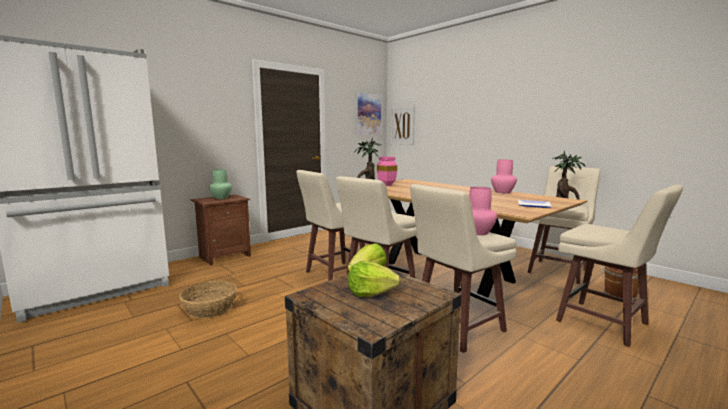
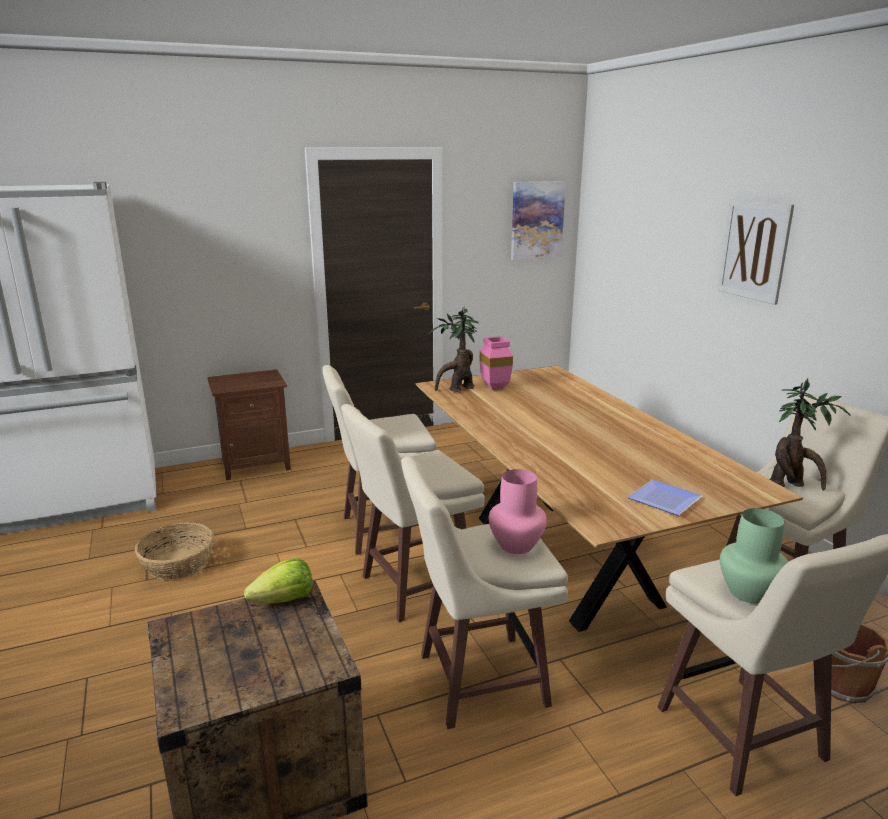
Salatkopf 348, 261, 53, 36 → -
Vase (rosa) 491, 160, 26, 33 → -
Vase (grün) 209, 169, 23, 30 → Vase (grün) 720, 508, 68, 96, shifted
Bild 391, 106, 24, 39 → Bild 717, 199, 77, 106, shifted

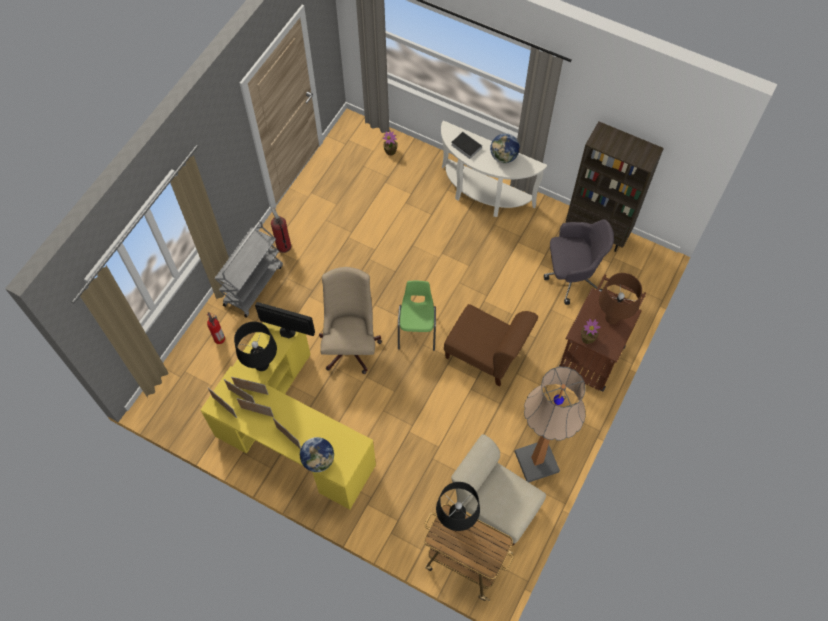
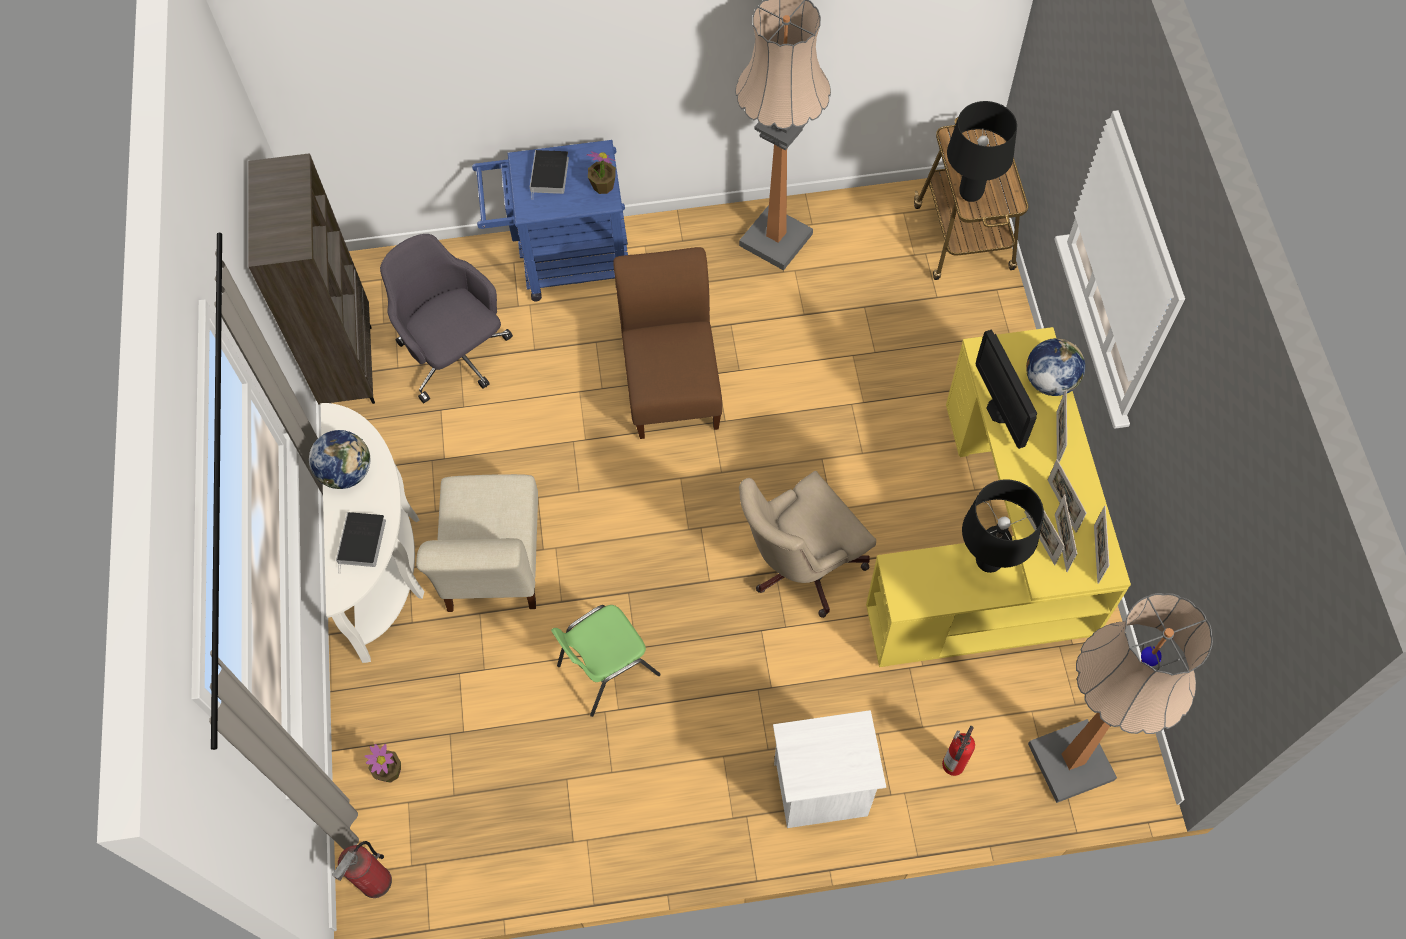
- → Stehlampe 1028, 593, 185, 210
Monitor 255, 302, 60, 36 → Monitor 976, 330, 61, 119, shifted
Feuerlöscher 271, 208, 20, 45 → Feuerlöscher 332, 841, 60, 57, shifted
Stuhl (grün) 398, 281, 38, 70 → Stuhl (grün) 551, 605, 110, 112, shifted
Stuhl (beige) 451, 434, 95, 112 → Stuhl (beige) 416, 474, 122, 138, shifted
Rollwagen (grau) 215, 221, 68, 97 → Nachttisch (weiß) 773, 710, 113, 118
Tischlampe (braun) 599, 273, 43, 51 → Buch 530, 150, 39, 46
Rollwagen (braun) 558, 275, 88, 116 → Rollwagen (blau) 472, 140, 156, 161

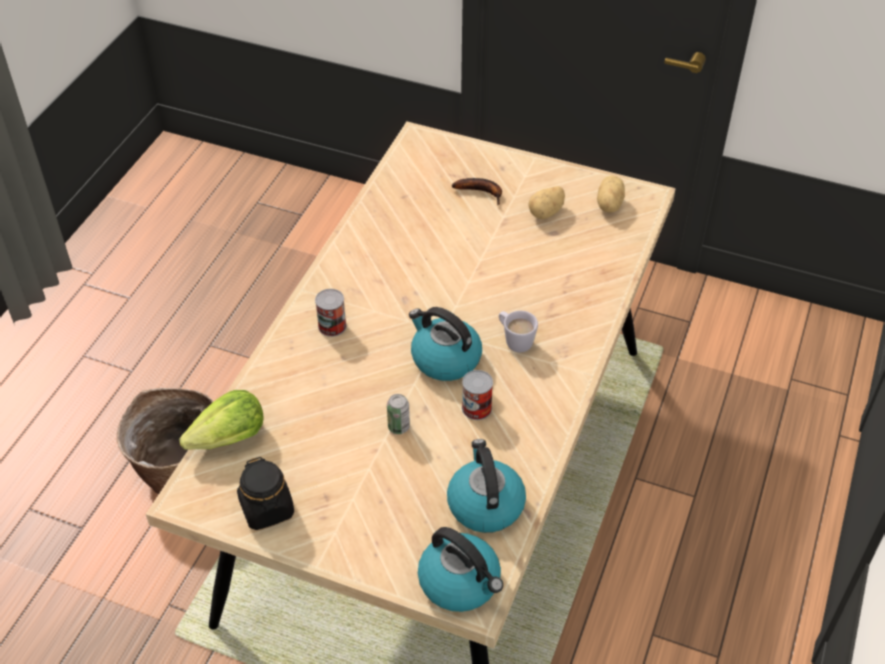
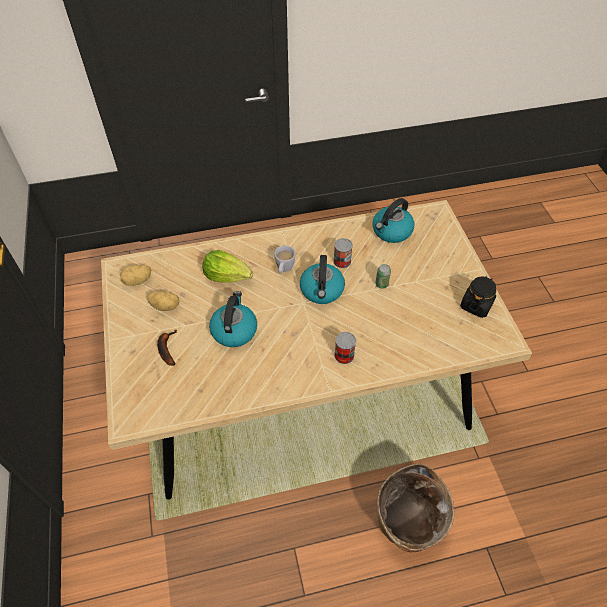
Salatkopf 179, 390, 85, 60 → Salatkopf 202, 250, 51, 33, shifted
Wasserkessel 418, 527, 85, 85 → Wasserkessel 209, 291, 48, 56, shifted

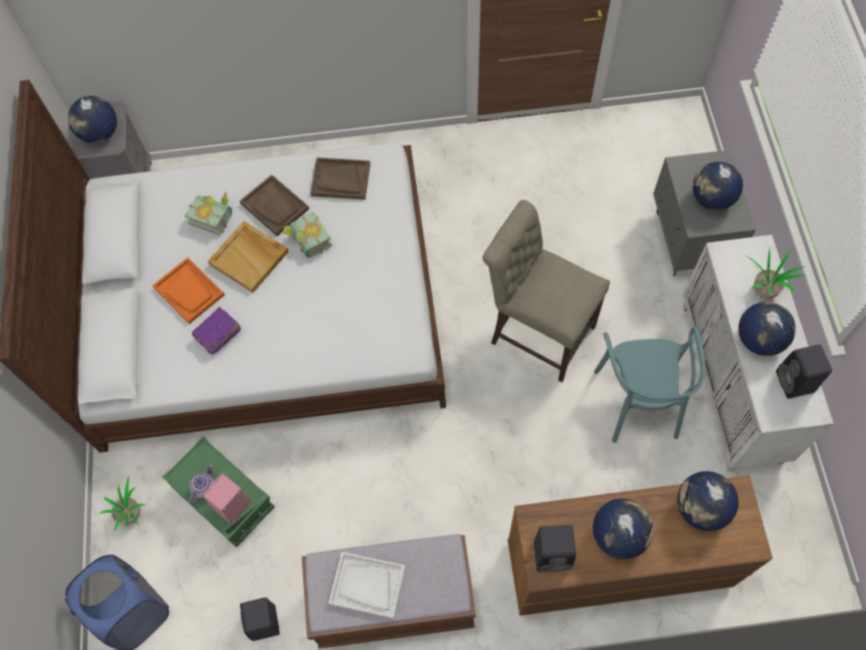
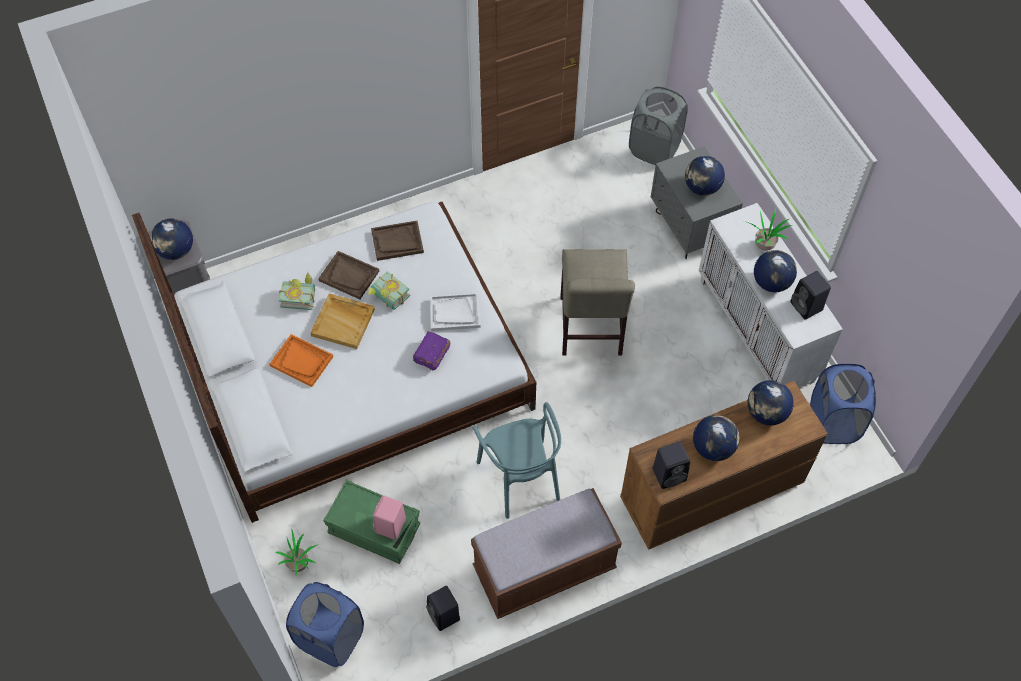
Teekanne 189, 464, 26, 41 → -
- → Wäschekorb (grau) 629, 87, 59, 78
- → Wäschekorb (blau) 810, 364, 66, 80
Buch (lila) 192, 307, 49, 48 → Buch (lila) 413, 331, 38, 40, shifted
Tablett (weiß) 328, 552, 78, 67 → Tablett (weiß) 429, 293, 52, 38, shifted
Stuhl (türkis) 594, 327, 112, 116 → Stuhl (türkis) 472, 402, 89, 117, shifted
Stuhl (beige) 483, 200, 127, 182 → Stuhl (beige) 560, 249, 75, 107, 105 degrees counterclockwise

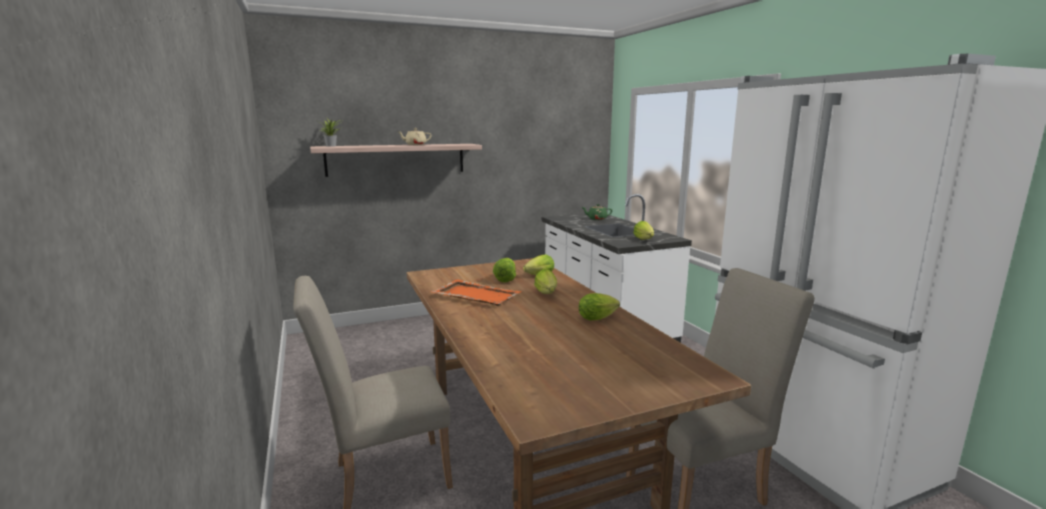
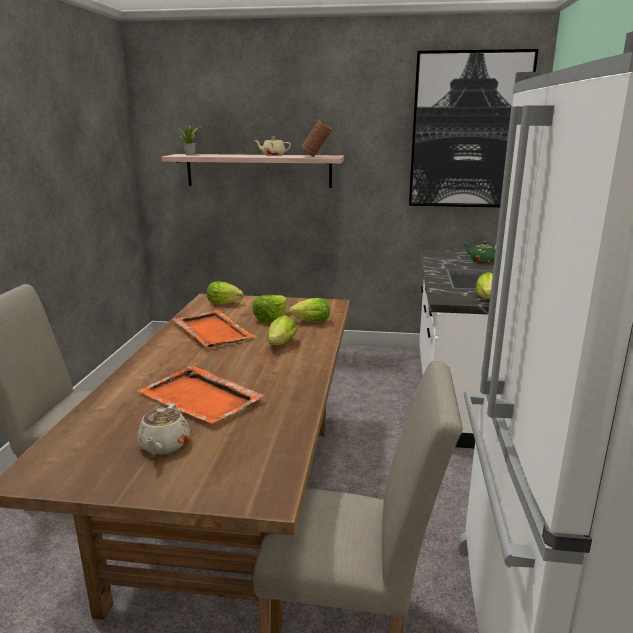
- → Teekanne (beige) 137, 404, 53, 50
- → Tablett (orange) 138, 366, 127, 58
- → Vase (braun) 301, 120, 31, 37
- → Bild 409, 49, 129, 158
Salatkopf 579, 293, 41, 27 → Salatkopf 207, 281, 36, 24, shifted

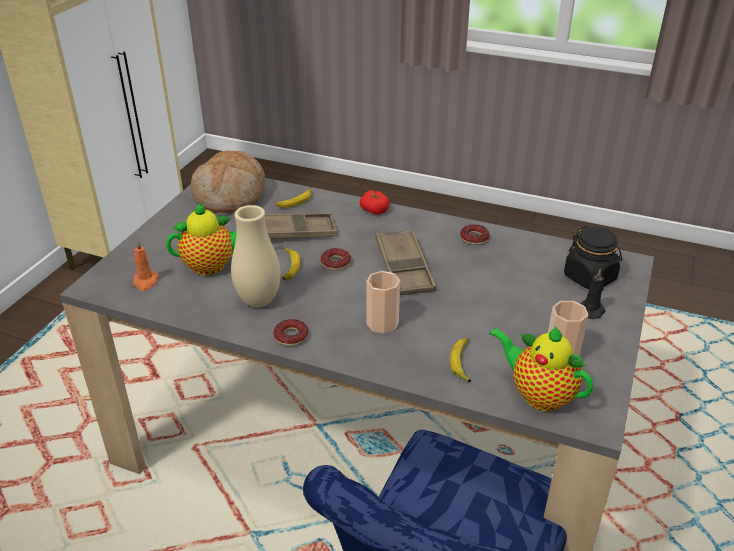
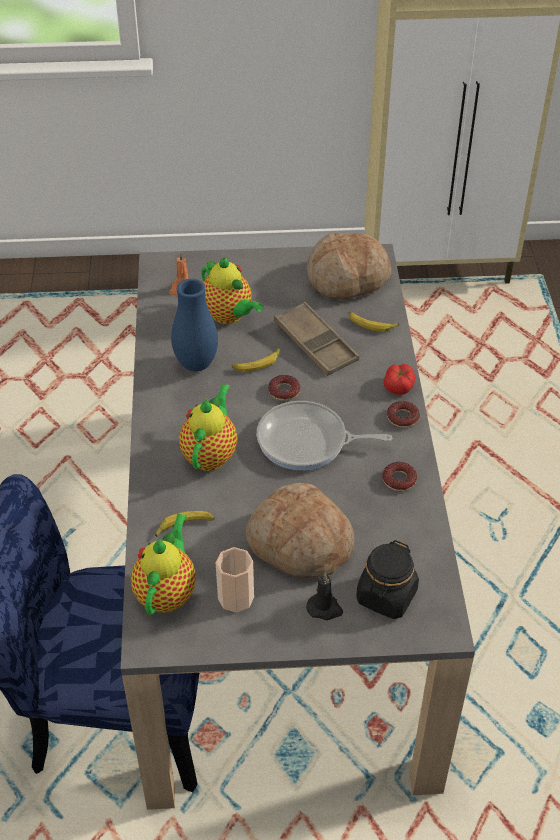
- → Brot 246, 483, 108, 94
Donut 273, 319, 35, 27 → Donut 387, 401, 33, 27, shifted
Tasse 366, 271, 34, 62 → Teekanne 179, 384, 58, 87
Tablett (braun) 375, 229, 61, 66 → Pfanne 257, 401, 135, 69
Vase (beige) 231, 205, 50, 102 → Vase (blau) 171, 279, 47, 92

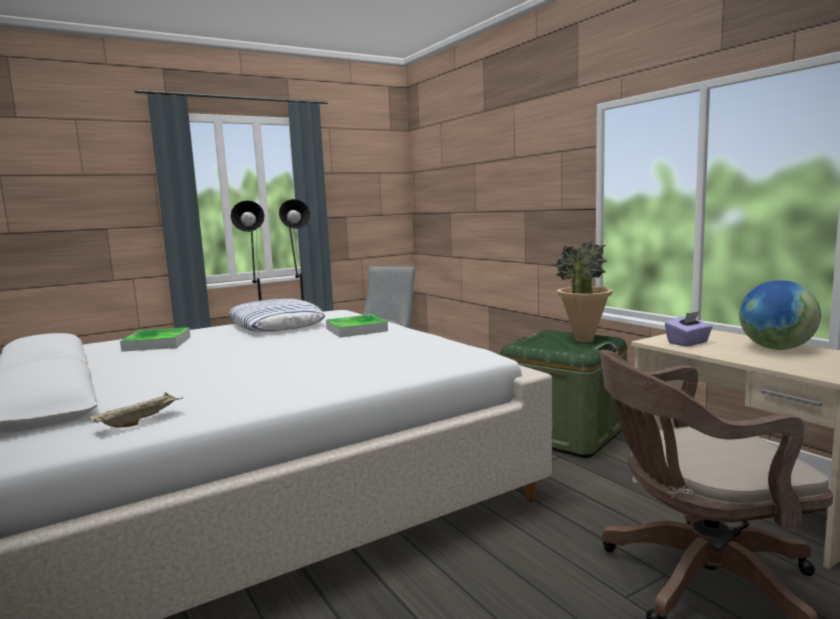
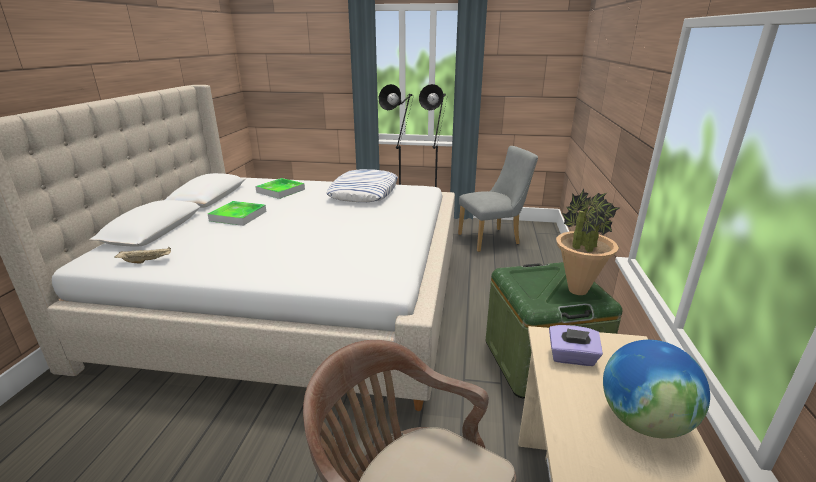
Tablett 326, 314, 62, 24 → Tablett 208, 201, 59, 25, shifted

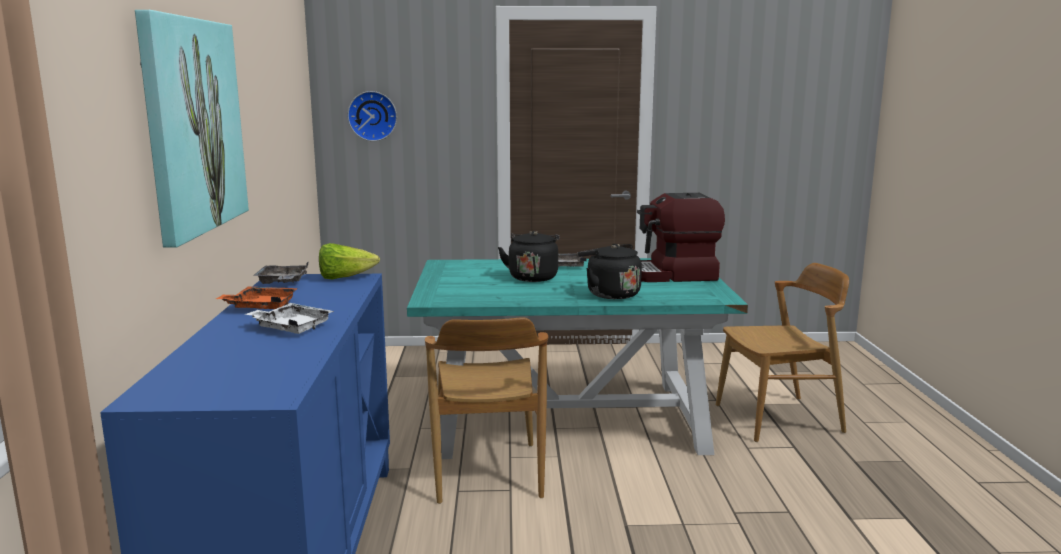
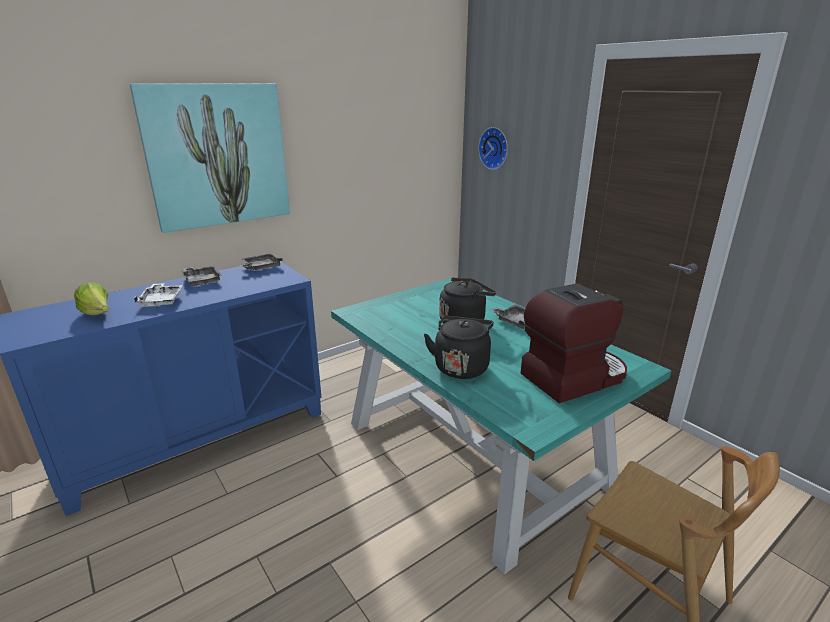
Stuhl (braun) 425, 317, 123, 187 → -
Salatkopf 319, 243, 61, 36 → Salatkopf 74, 282, 35, 33, shifted
Tablett (orange) 216, 286, 82, 23 → Tablett (grau) 181, 265, 41, 21
Kaffeemaschine 637, 193, 88, 89 → Kaffeemaschine 521, 283, 106, 120, 105 degrees clockwise

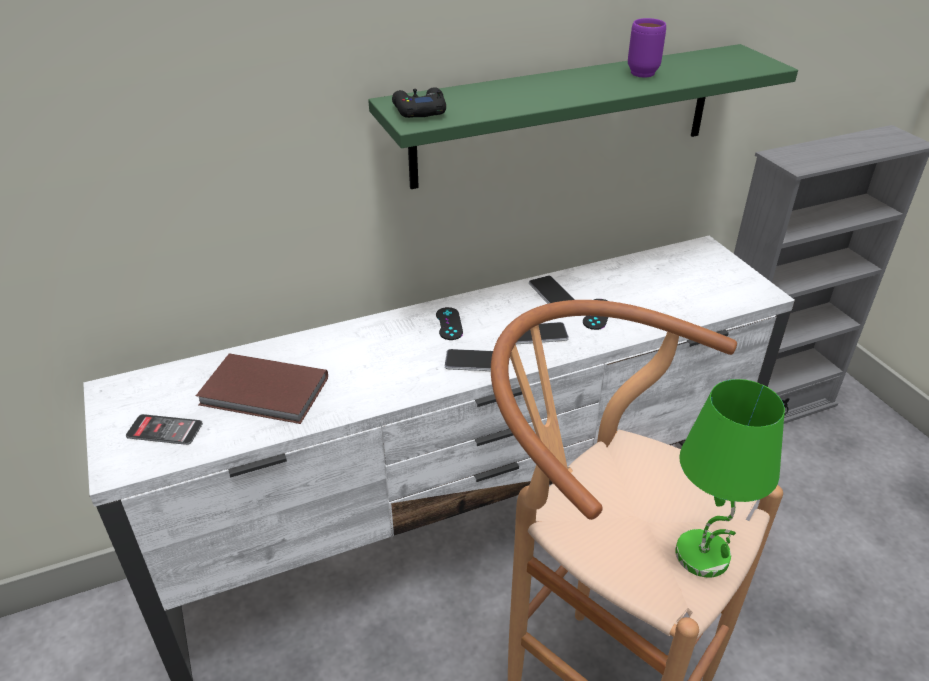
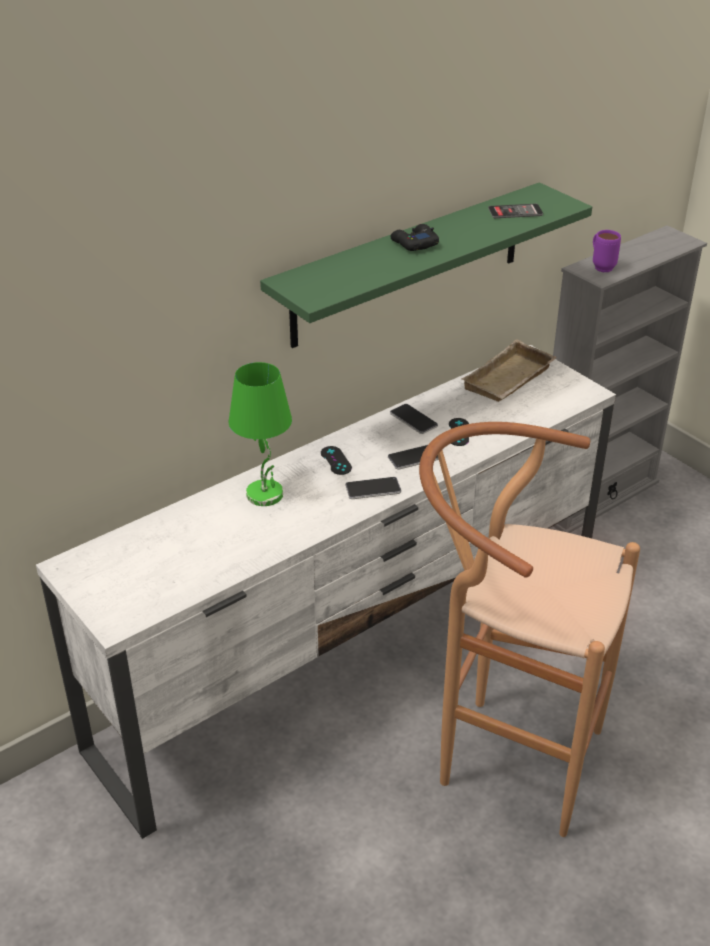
Buch (braun) 196, 353, 132, 71 → -
- → Tablett (beige) 462, 339, 94, 63
Handy 126, 414, 77, 31 → Handy 488, 204, 55, 14, shifted
Gamepad (schwarz) 392, 87, 54, 31 → Gamepad (schwarz) 391, 224, 48, 27, shifted
Henkelbecher (lila) 628, 18, 38, 60 → Henkelbecher (lila) 593, 230, 28, 42, shifted
Tischlampe (grün) 675, 379, 110, 199 → Tischlampe (grün) 229, 362, 63, 144, shifted

